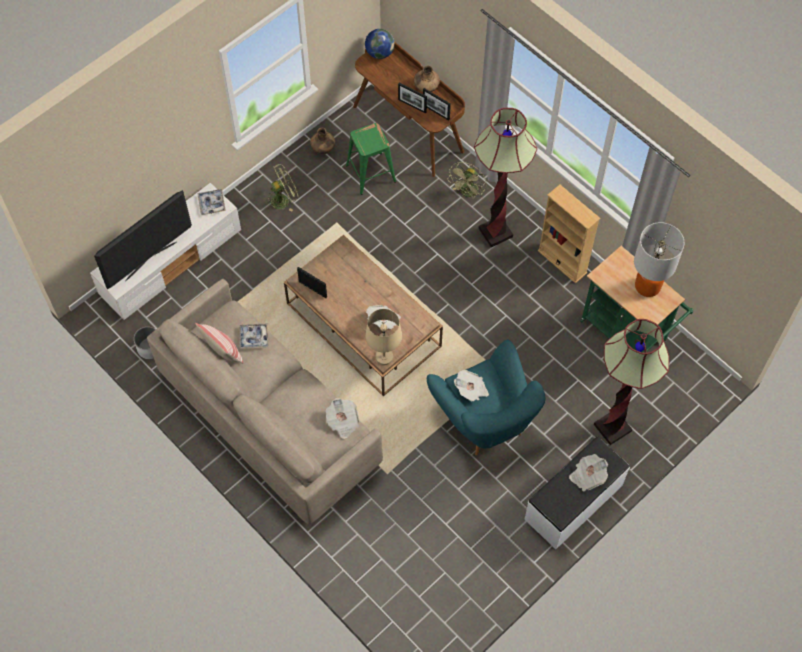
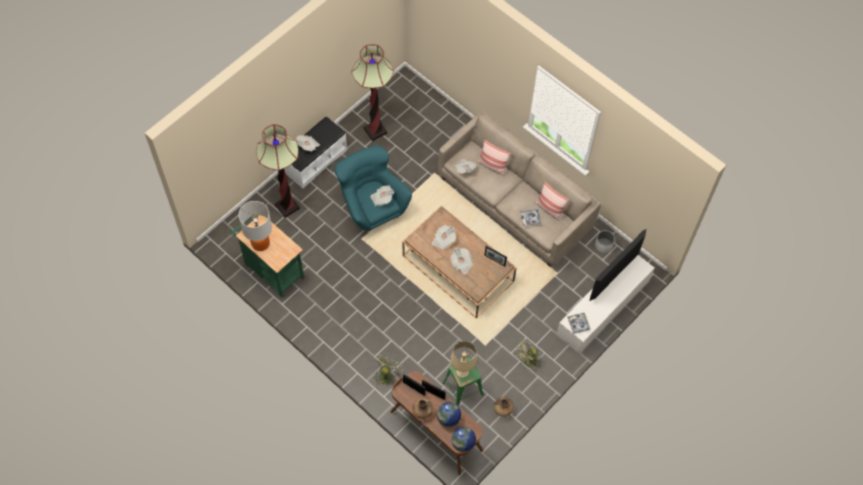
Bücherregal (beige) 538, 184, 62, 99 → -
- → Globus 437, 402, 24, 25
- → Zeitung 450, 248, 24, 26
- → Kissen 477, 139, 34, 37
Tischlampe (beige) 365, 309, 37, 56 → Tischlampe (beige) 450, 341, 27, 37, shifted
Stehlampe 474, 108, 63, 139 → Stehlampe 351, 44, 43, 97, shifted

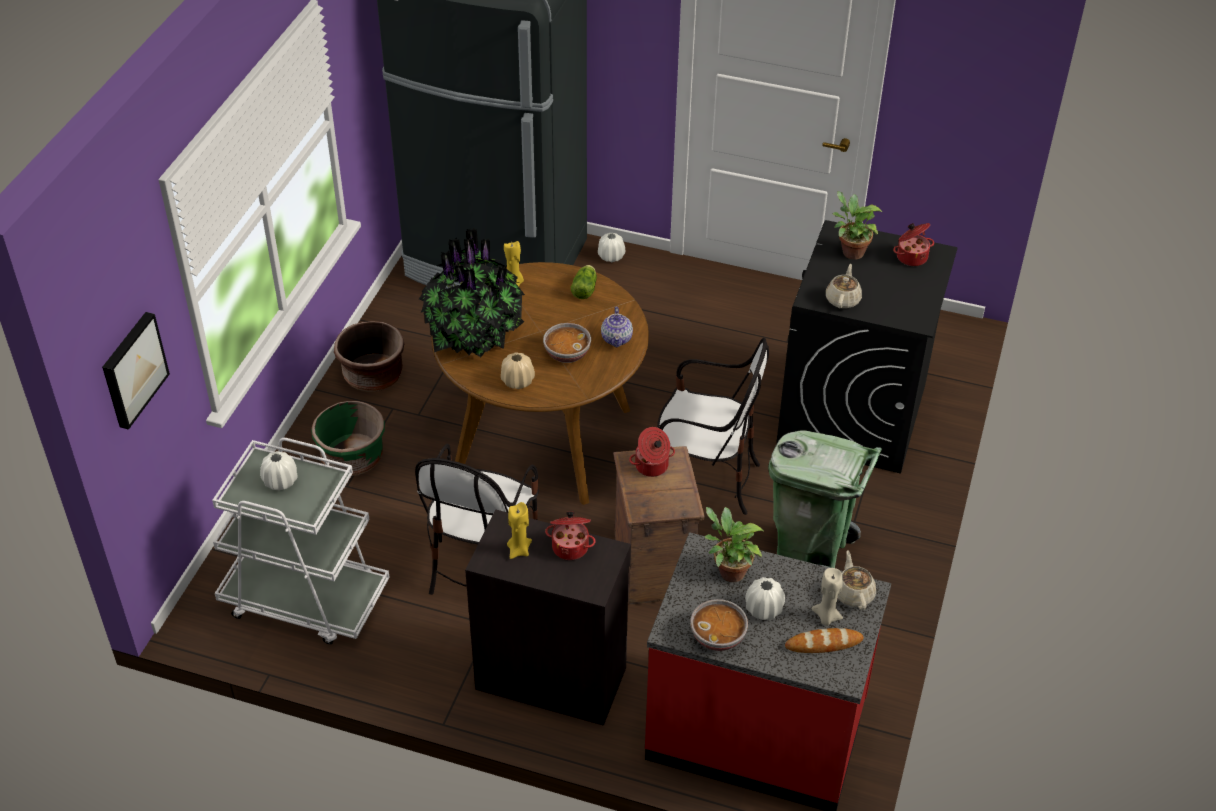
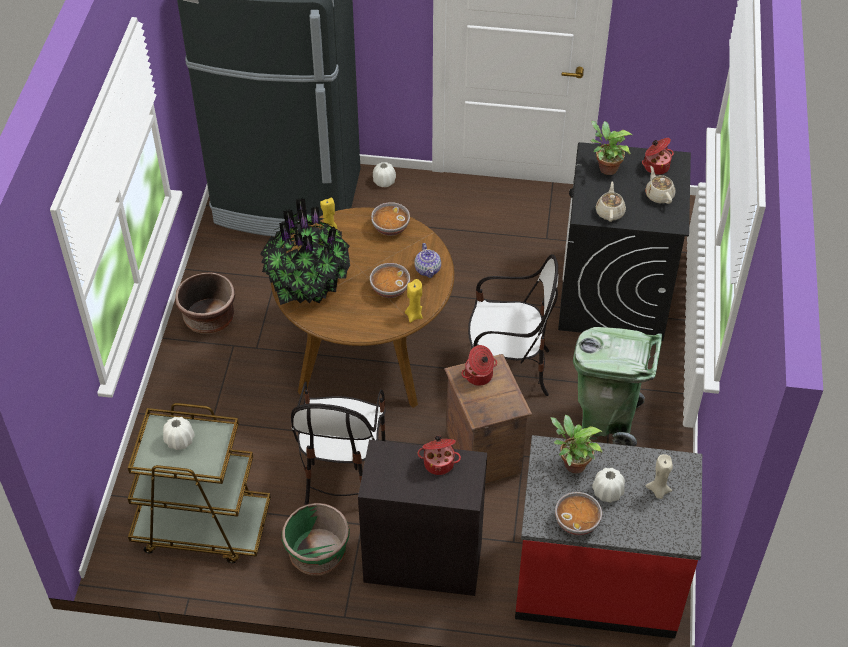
Bild 102, 312, 68, 118 → -
Vase (beige) 501, 352, 34, 37 → -
Brot 785, 628, 79, 25 → -
Pflanzkübel (grün) 311, 401, 74, 75 → Pflanzkübel (grün) 282, 503, 68, 73, shifted
Kerze (gelb) 507, 502, 25, 57 → Kerze (gelb) 405, 279, 18, 44, shifted
Teekanne (beige) 838, 550, 38, 60 → Teekanne (beige) 645, 166, 31, 38, shifted
Salatkopf 571, 265, 26, 34 → Schüssel 371, 202, 39, 34
Rollwagen (weiß) 212, 438, 178, 206 → Rollwagen (braun) 128, 403, 143, 160

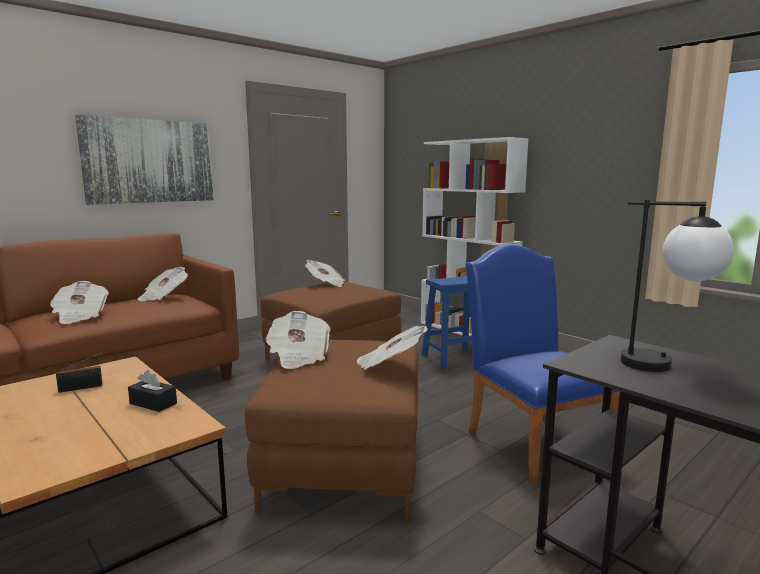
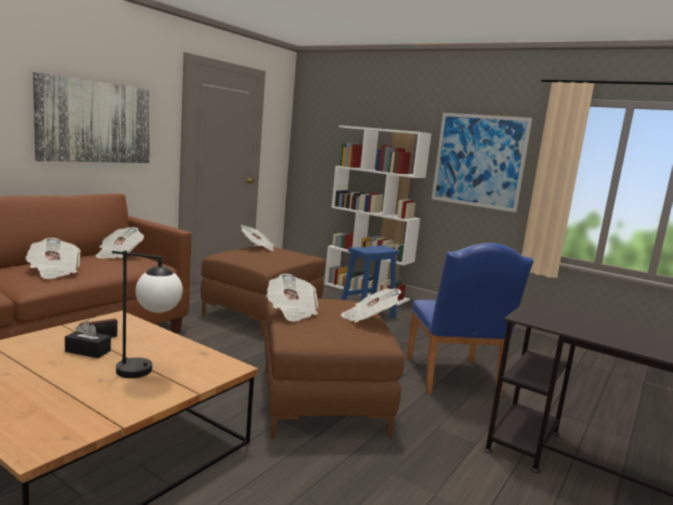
- → Bild 432, 113, 101, 99
Taschentuchbox (schwarz) 128, 370, 49, 42 → Taschentuchbox (schwarz) 65, 321, 46, 37, shifted
Tischlampe 621, 199, 113, 173 → Tischlampe 112, 251, 71, 127, shifted
Stuhl (blau) 465, 244, 155, 241 → Stuhl (blau) 407, 243, 127, 153, 150 degrees counterclockwise

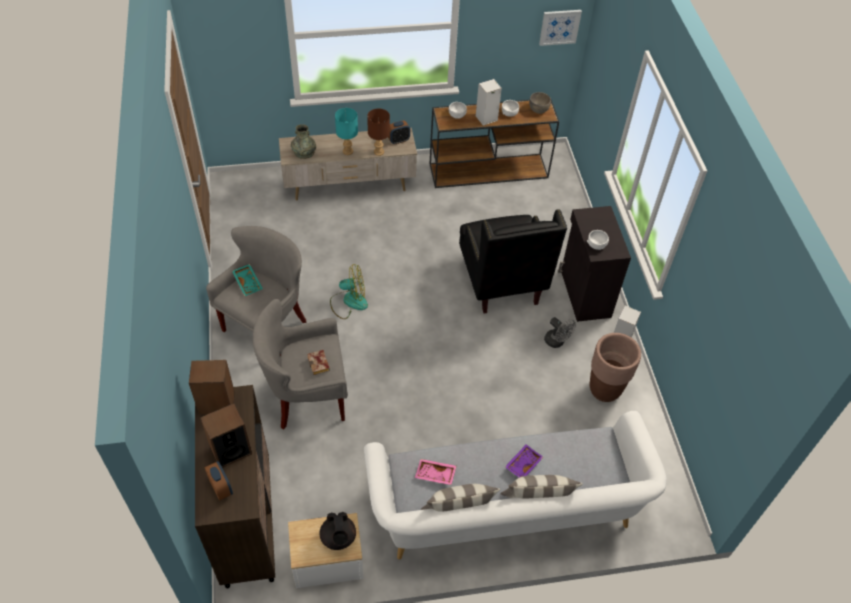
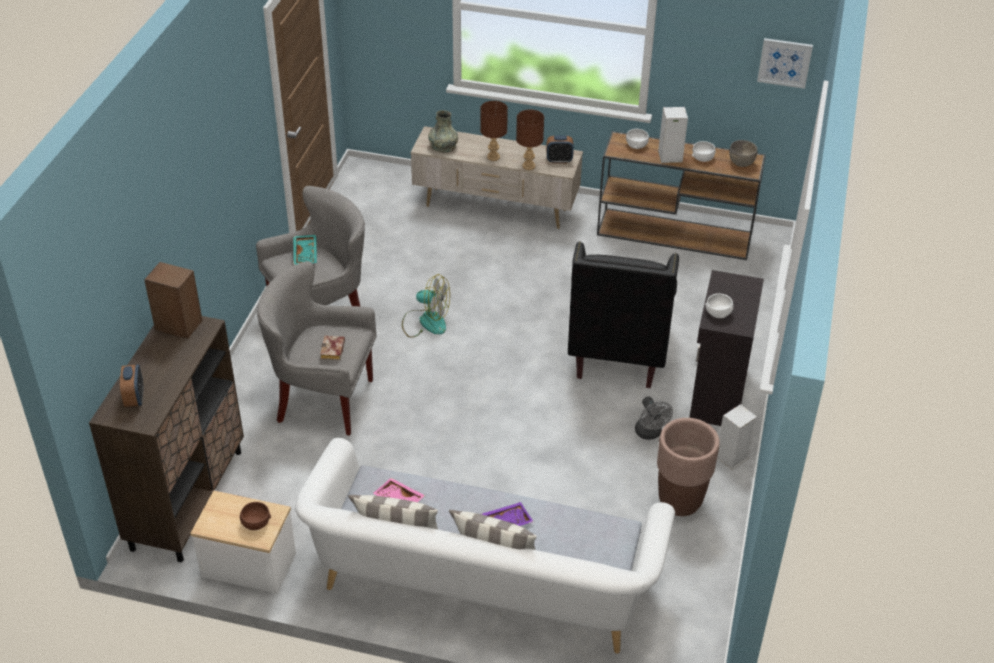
Lautsprecher 200, 403, 52, 65 → -
Teekanne (schwarz) 319, 511, 37, 39 → Schüssel (braun) 240, 502, 31, 28
Tischlampe (türkis) 335, 108, 23, 47 → Tischlampe (braun) 480, 101, 28, 60

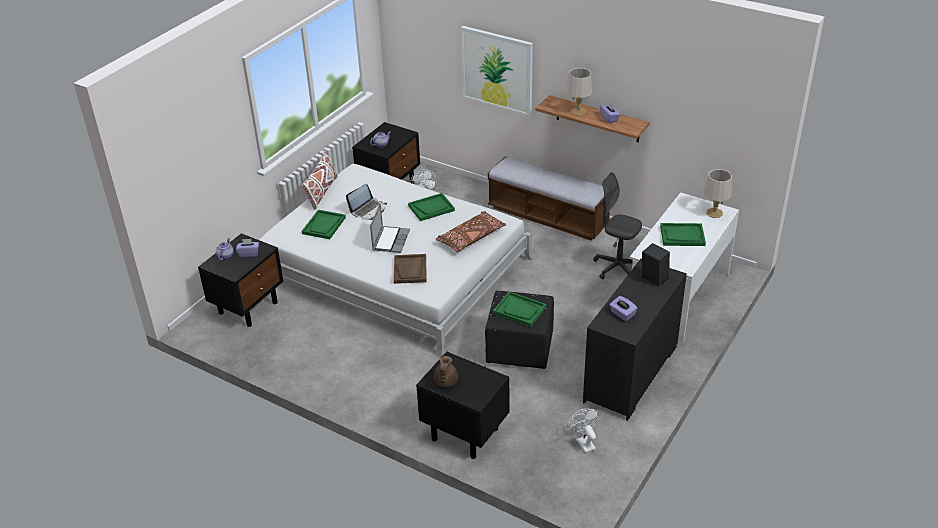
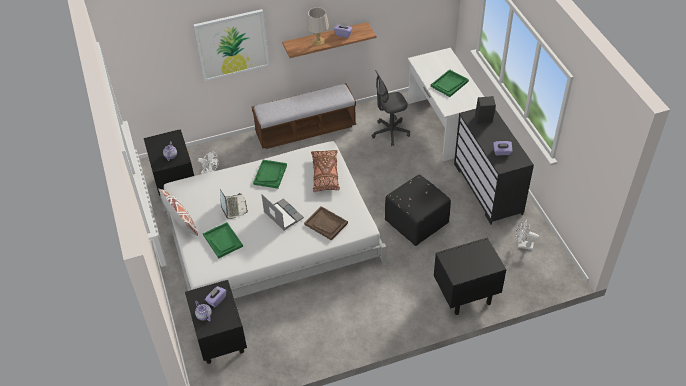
Teekanne (braun) 434, 356, 24, 31 → -
Tablett (grün) 493, 292, 53, 35 → -
Tischlampe (grau) 703, 169, 29, 49 → -

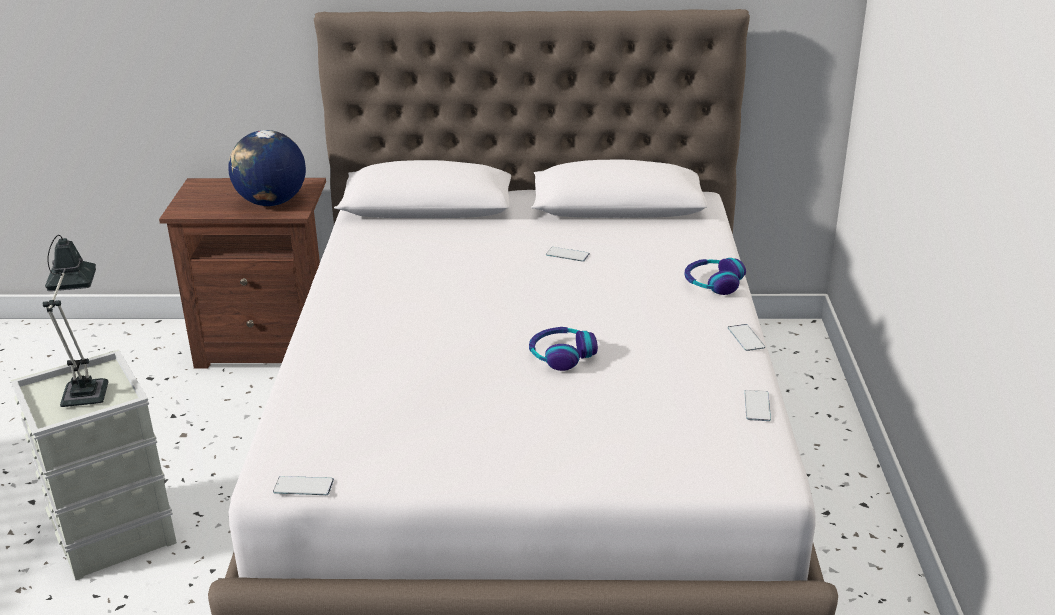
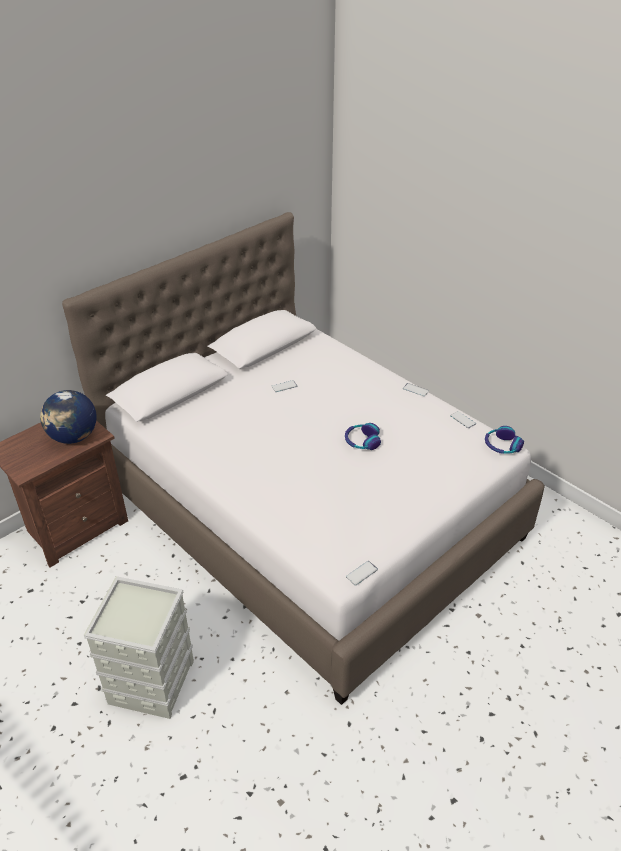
Tischlampe 43, 235, 66, 172 → -
Kopfhörer 685, 258, 61, 37 → Kopfhörer 485, 426, 39, 28, shifted

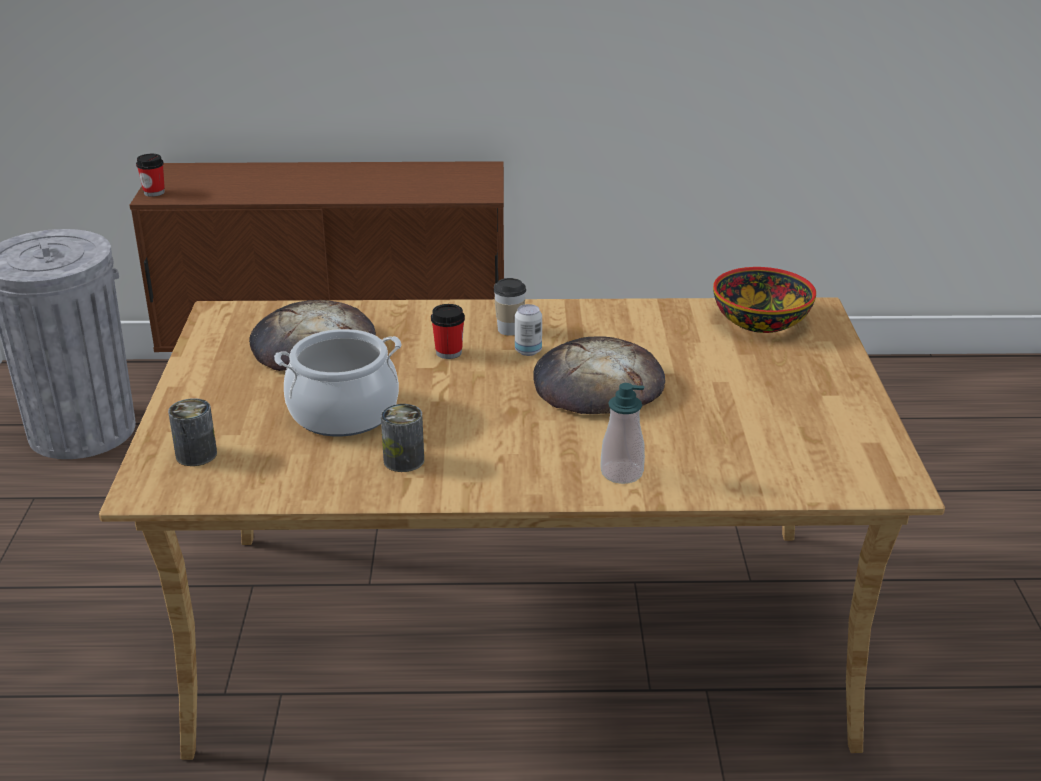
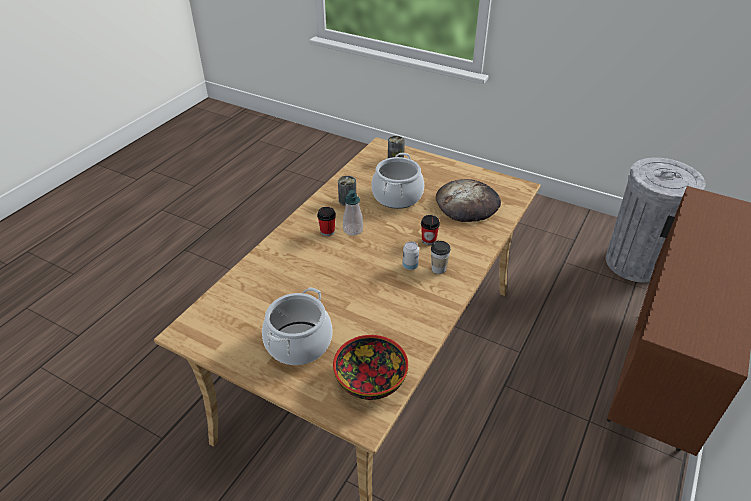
Brot 533, 336, 132, 78 → -
- → Kochtopf 262, 288, 70, 77
Tasse 136, 154, 29, 43 → Tasse 317, 207, 19, 29, shifted
Seifenspender 600, 383, 45, 101 → Seifenspender 343, 190, 20, 45, shifted

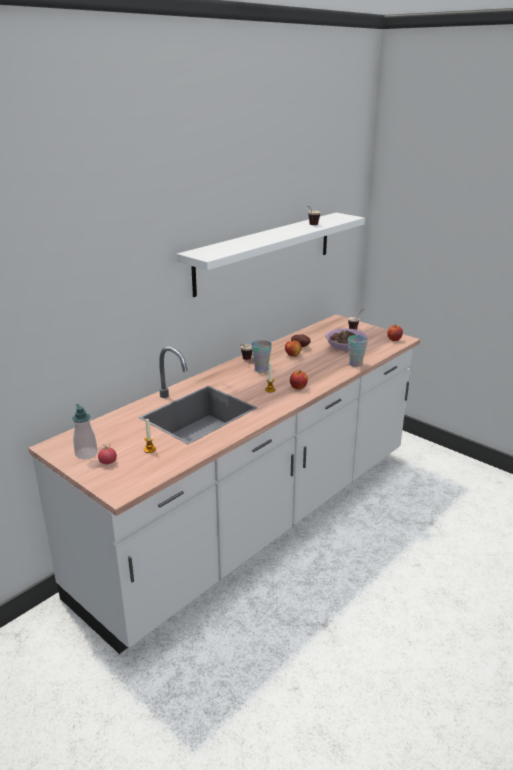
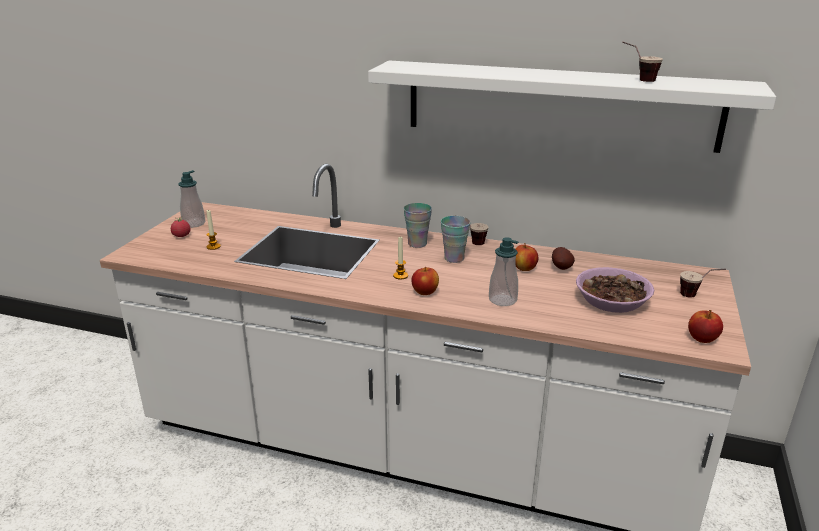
- → Seifenspender 489, 237, 29, 69
Tasse 348, 335, 20, 32 → Tasse 404, 203, 28, 45, shifted

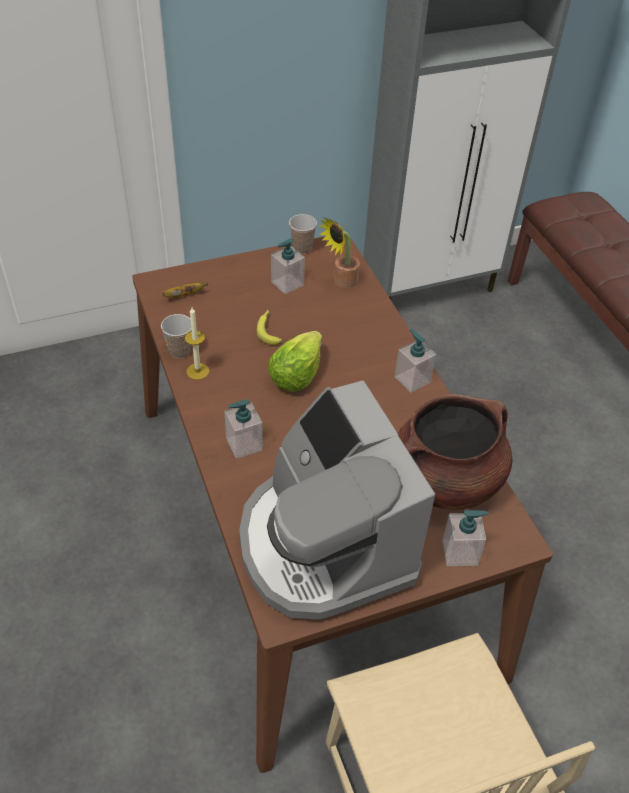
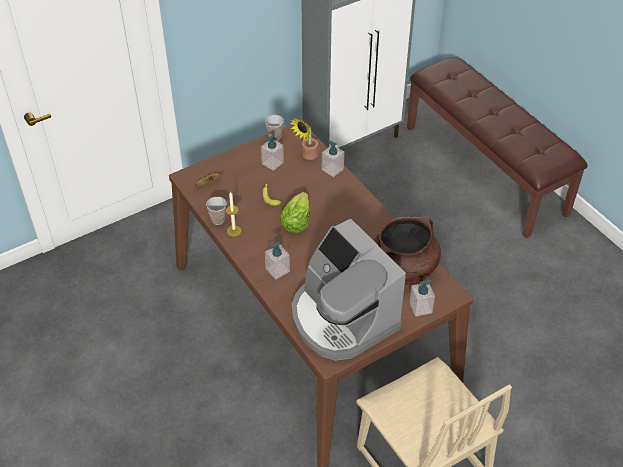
Seifenspender 395, 329, 41, 64 → Seifenspender 322, 139, 22, 38, shifted

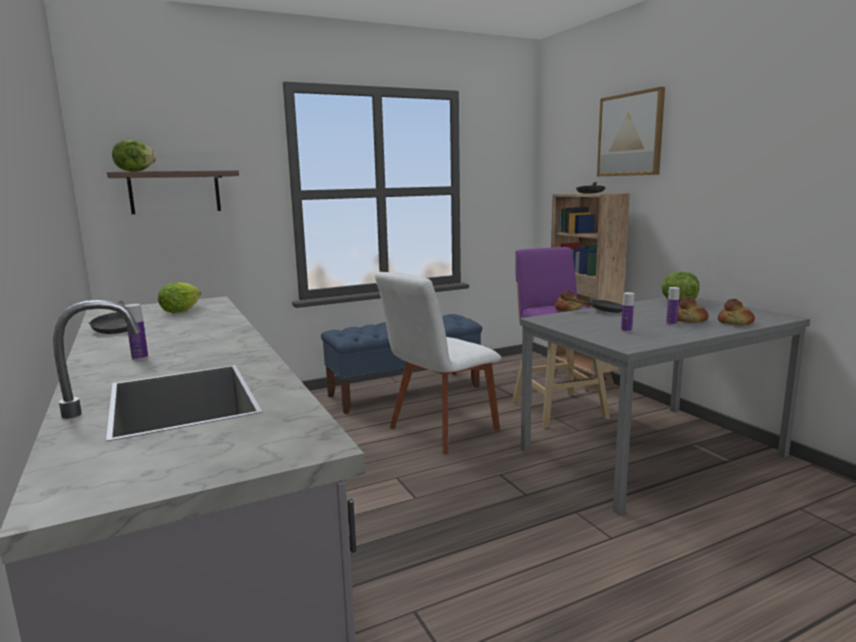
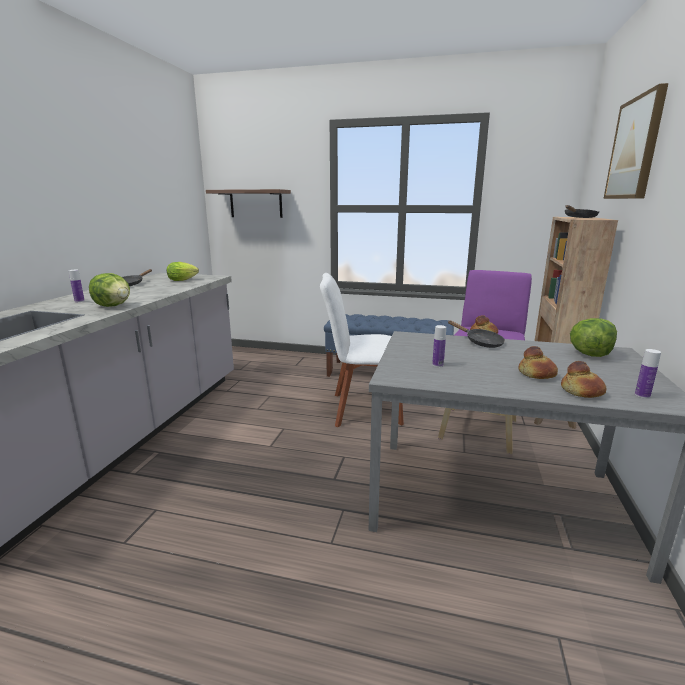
Salatkopf 112, 139, 45, 33 → Salatkopf 89, 273, 41, 34, shifted
Flasche 666, 287, 14, 38 → Flasche 635, 349, 26, 50, shifted

